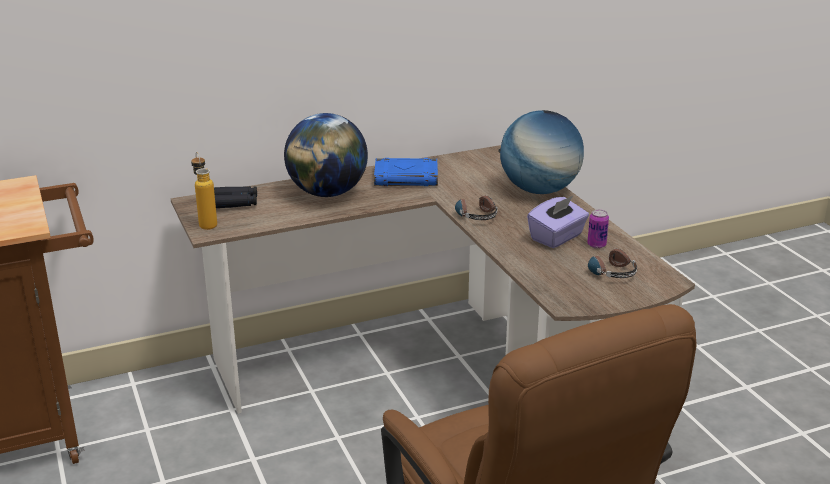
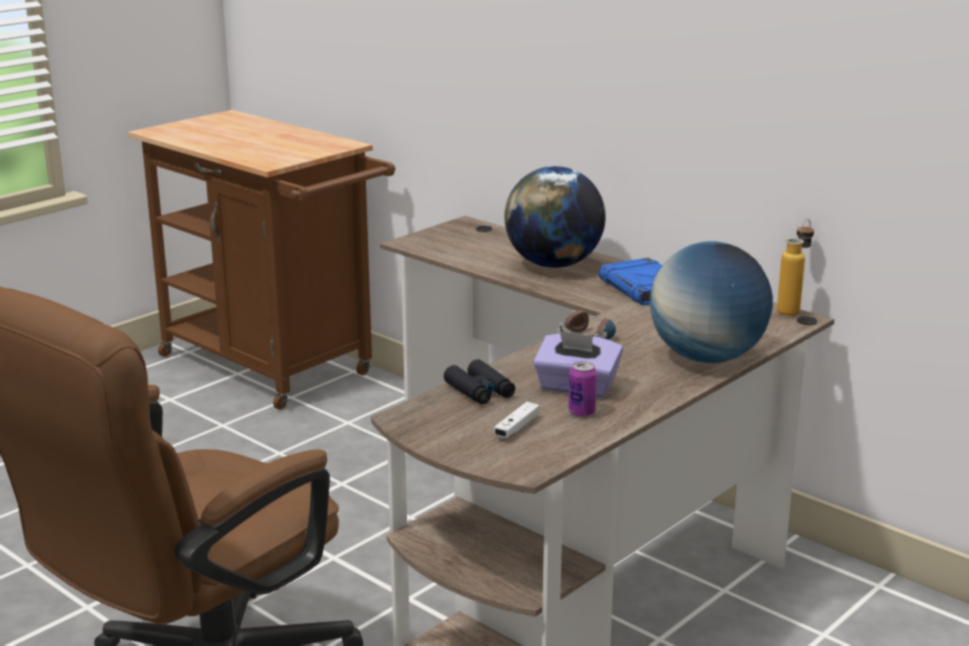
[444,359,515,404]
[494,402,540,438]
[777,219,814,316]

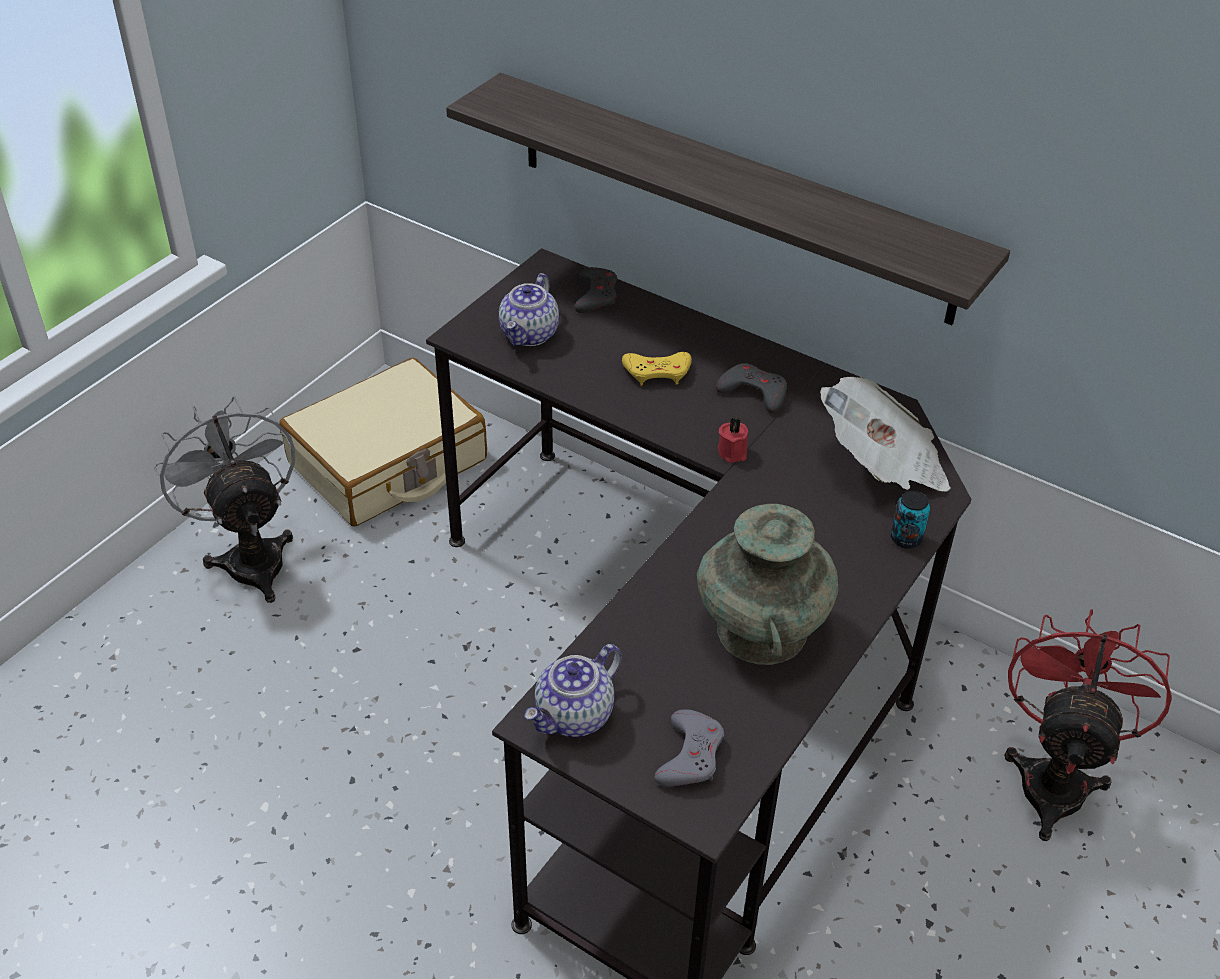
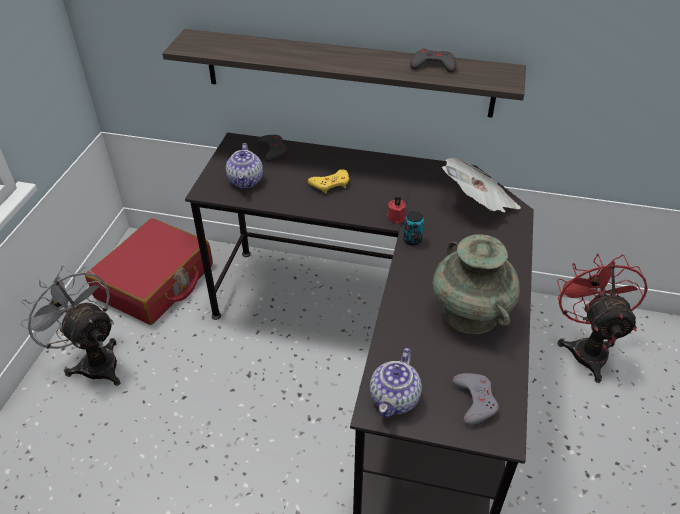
[85,218,213,325]
[403,211,424,245]
[410,48,456,73]

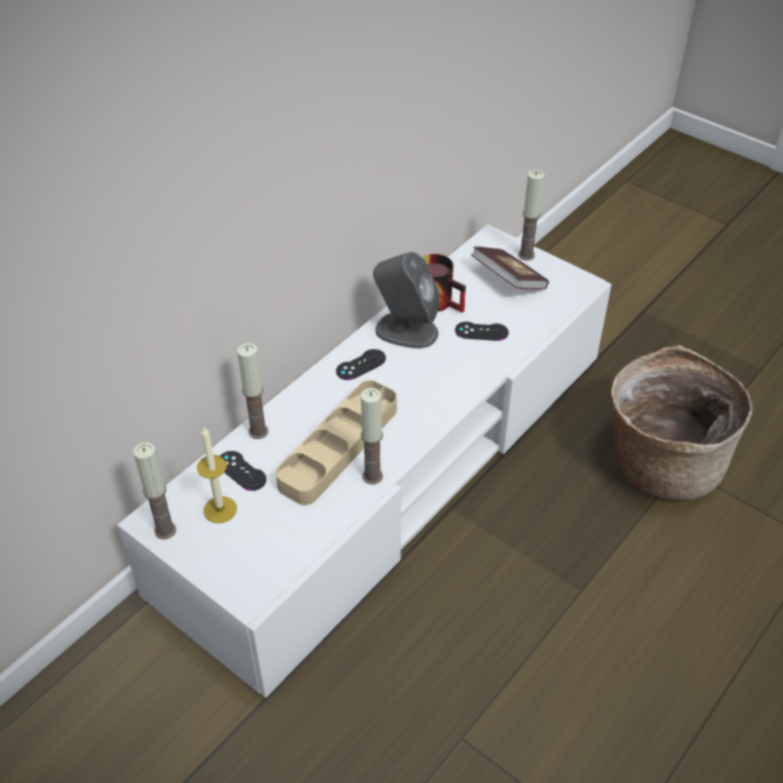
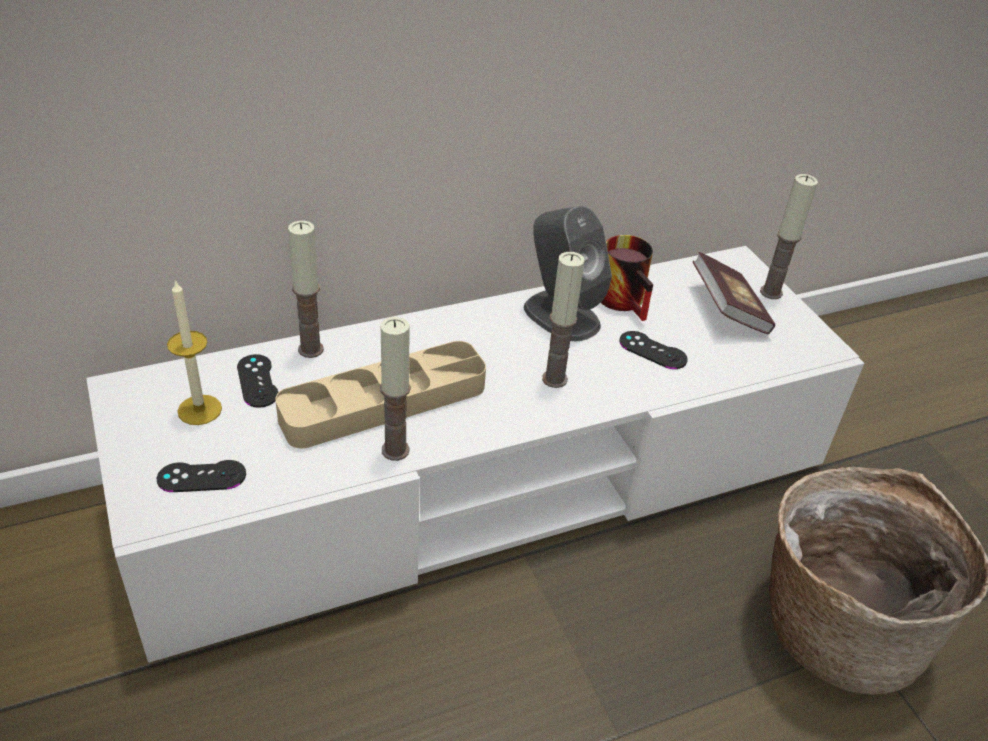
[157,460,246,492]
[542,252,585,388]

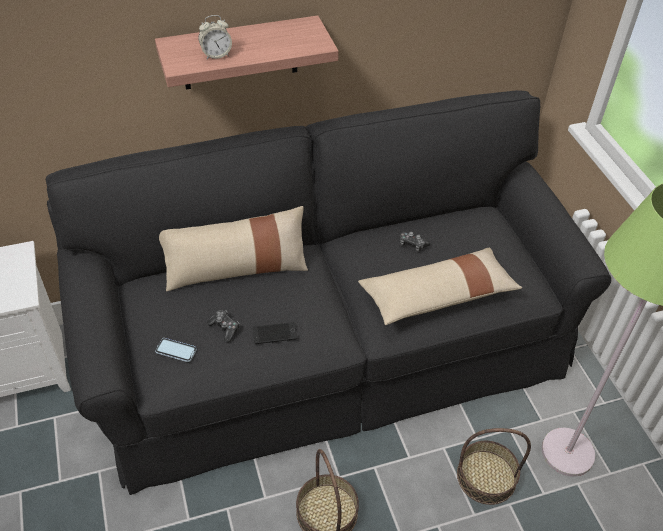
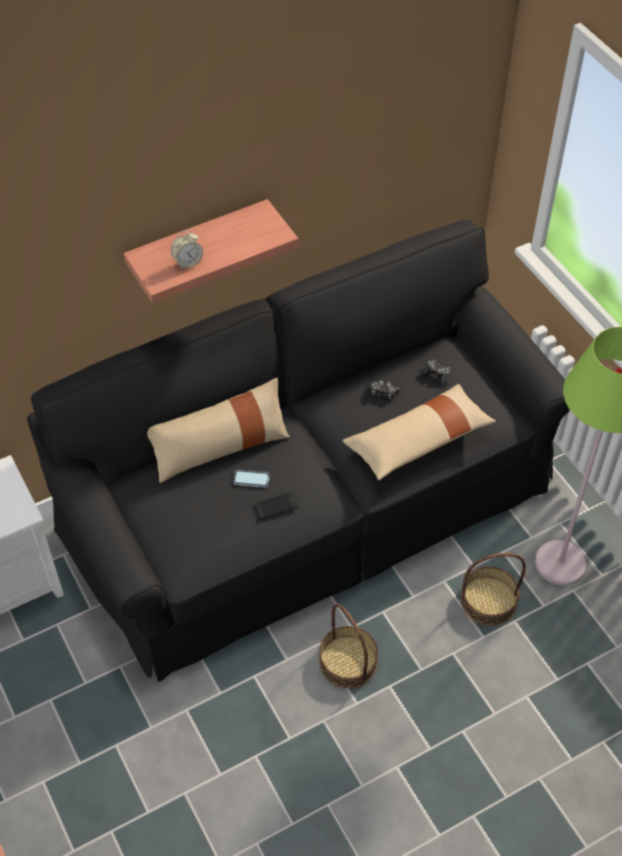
[233,470,270,488]
[420,360,451,386]

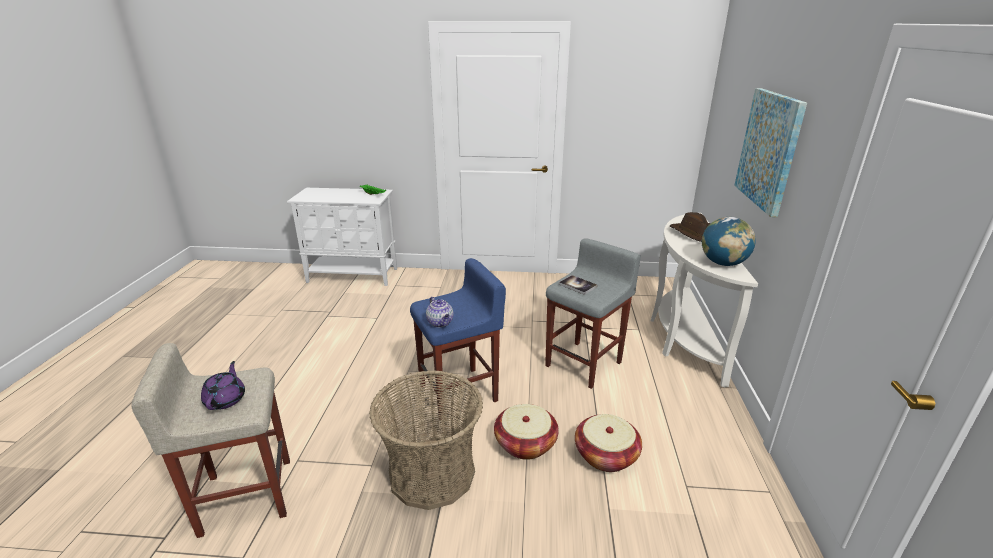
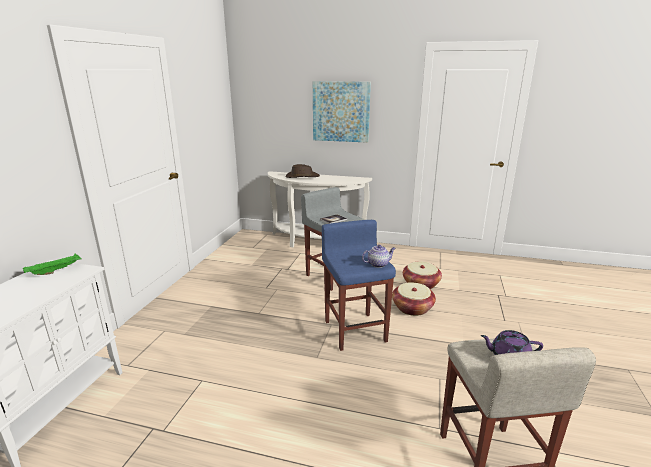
[369,370,483,510] (first image)
[702,217,756,266] (first image)

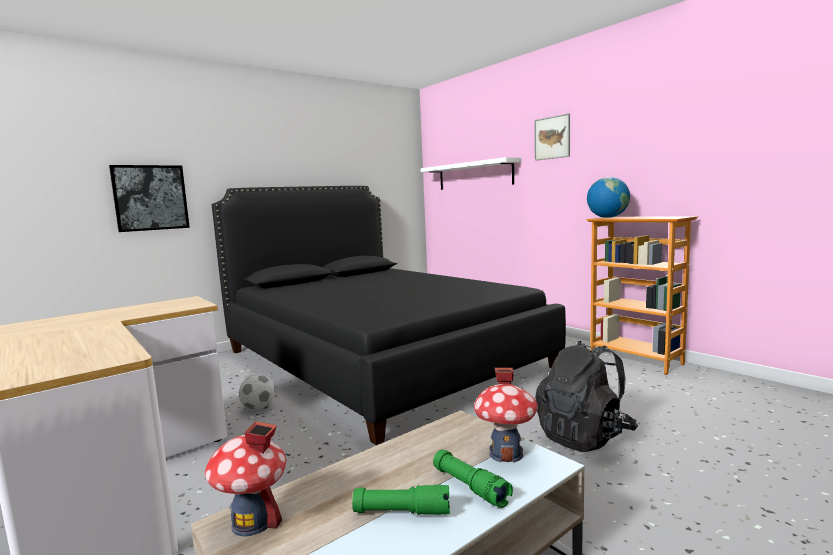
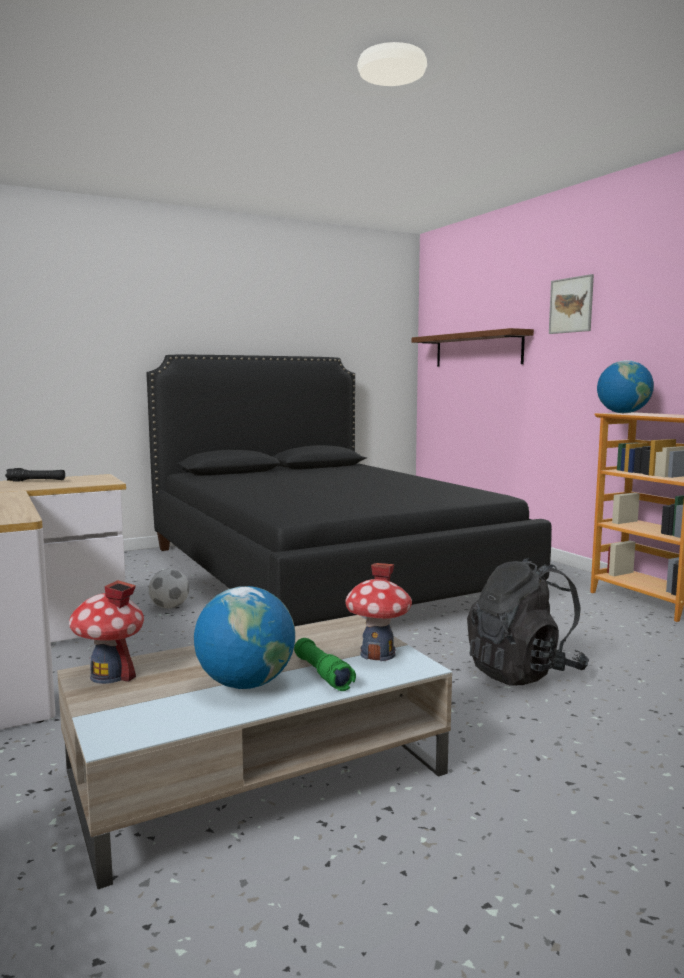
[5,468,65,482]
[194,586,295,689]
[412,328,534,366]
[109,165,190,232] (first image)

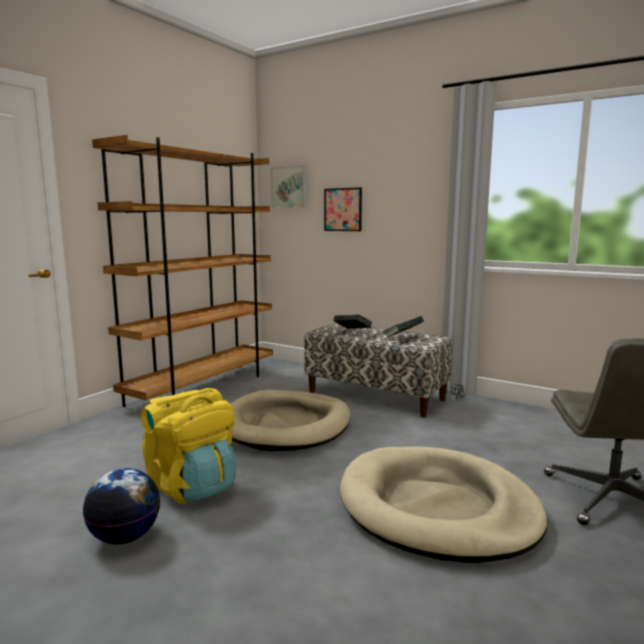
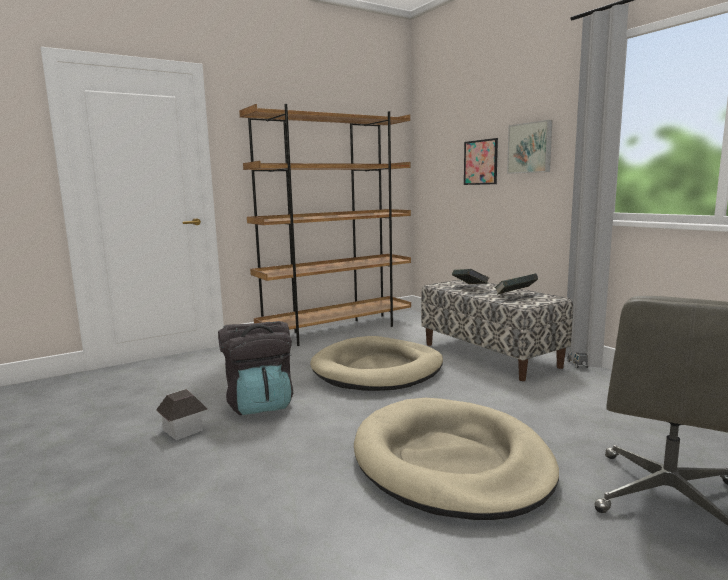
[156,389,207,440]
[218,321,293,415]
[507,120,552,174]

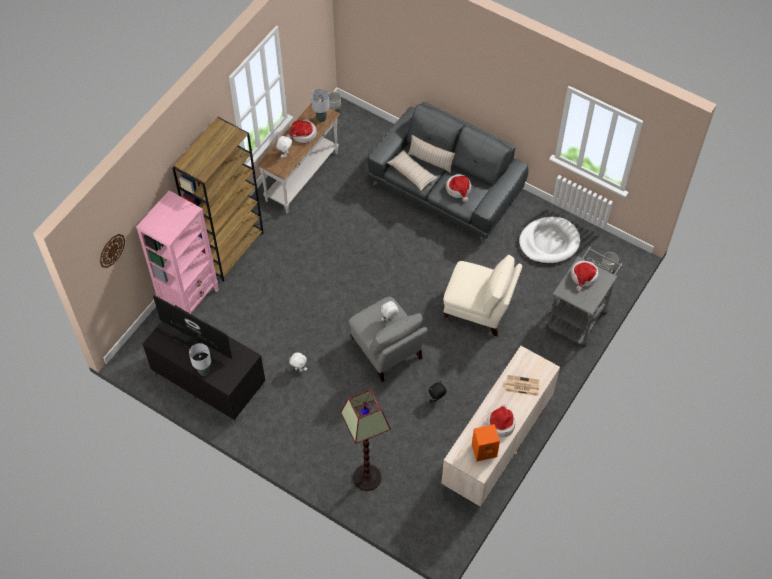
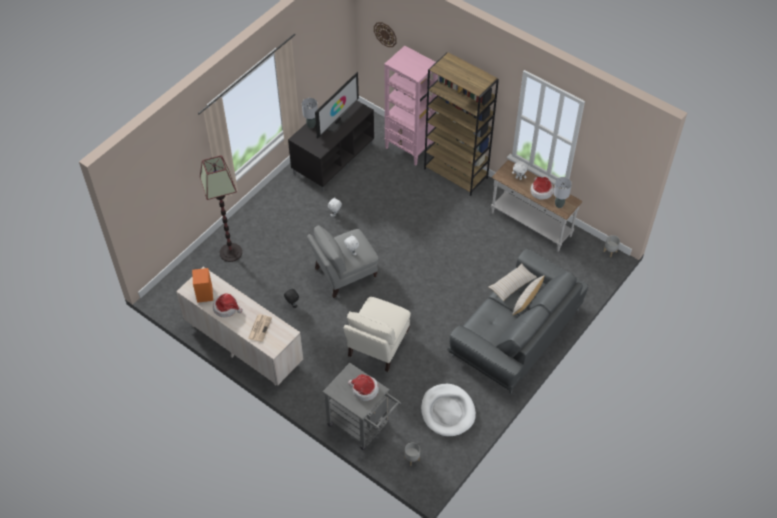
[446,174,471,202] (first image)

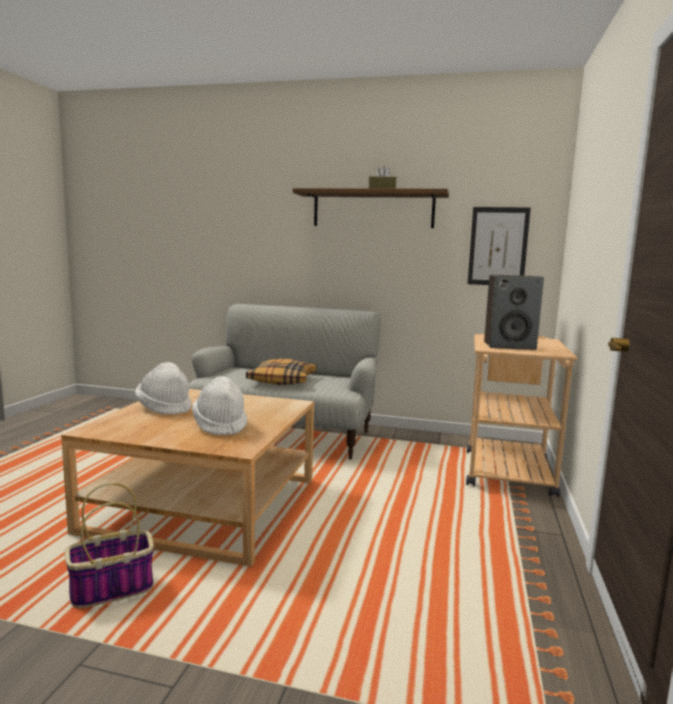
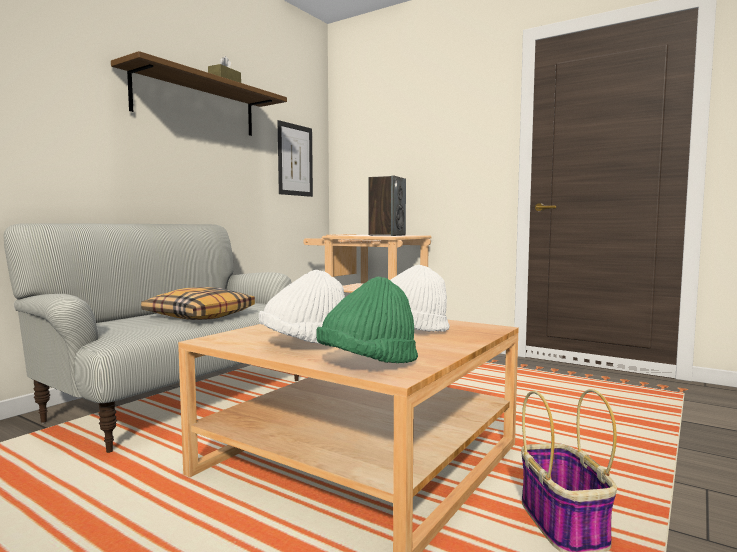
[316,277,418,363]

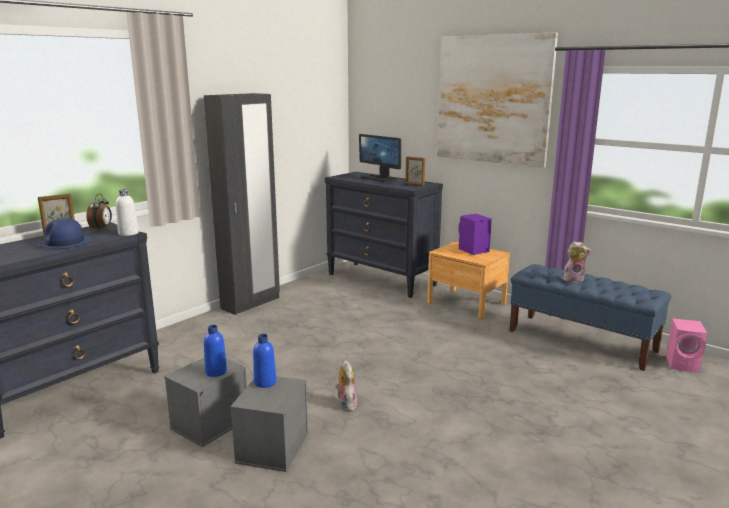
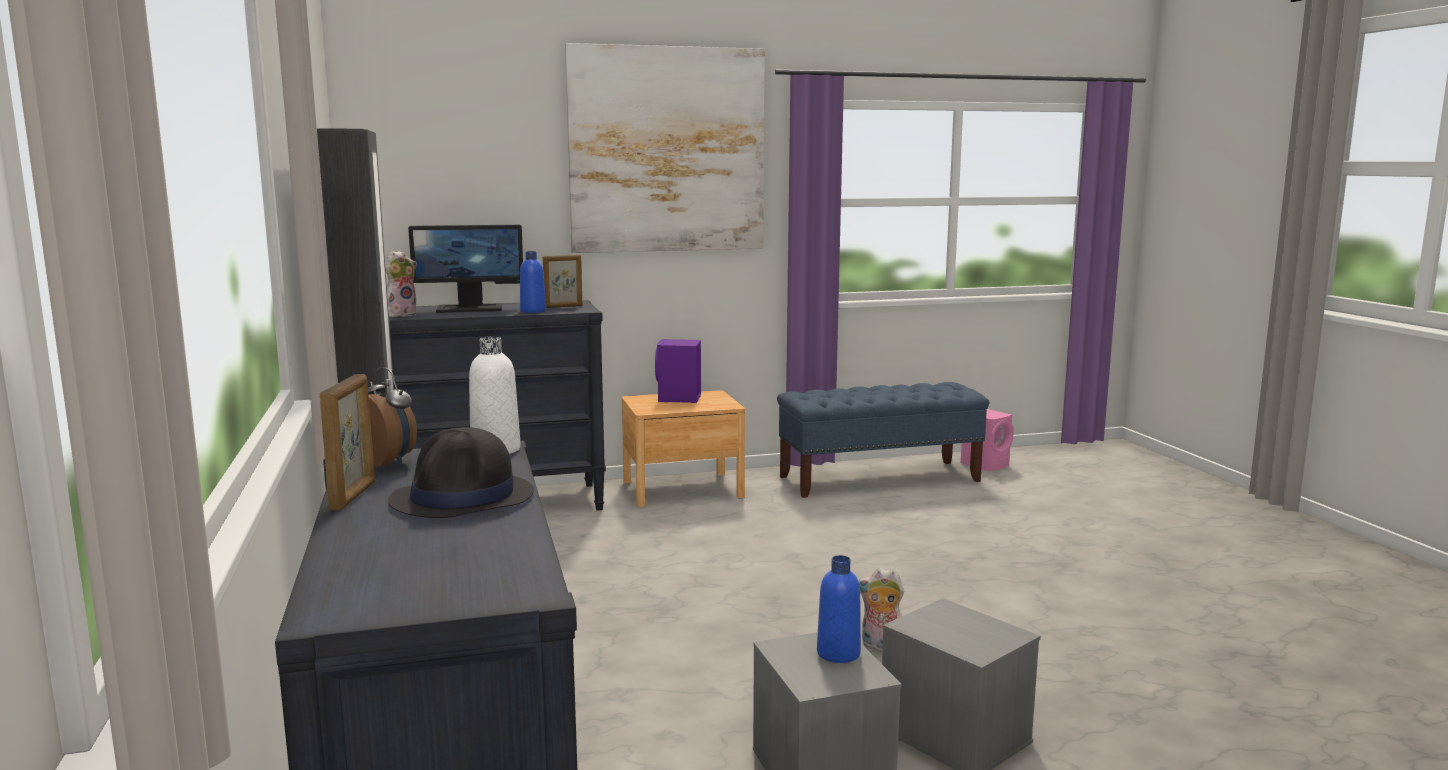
[385,250,417,317]
[388,427,534,518]
[520,251,546,313]

